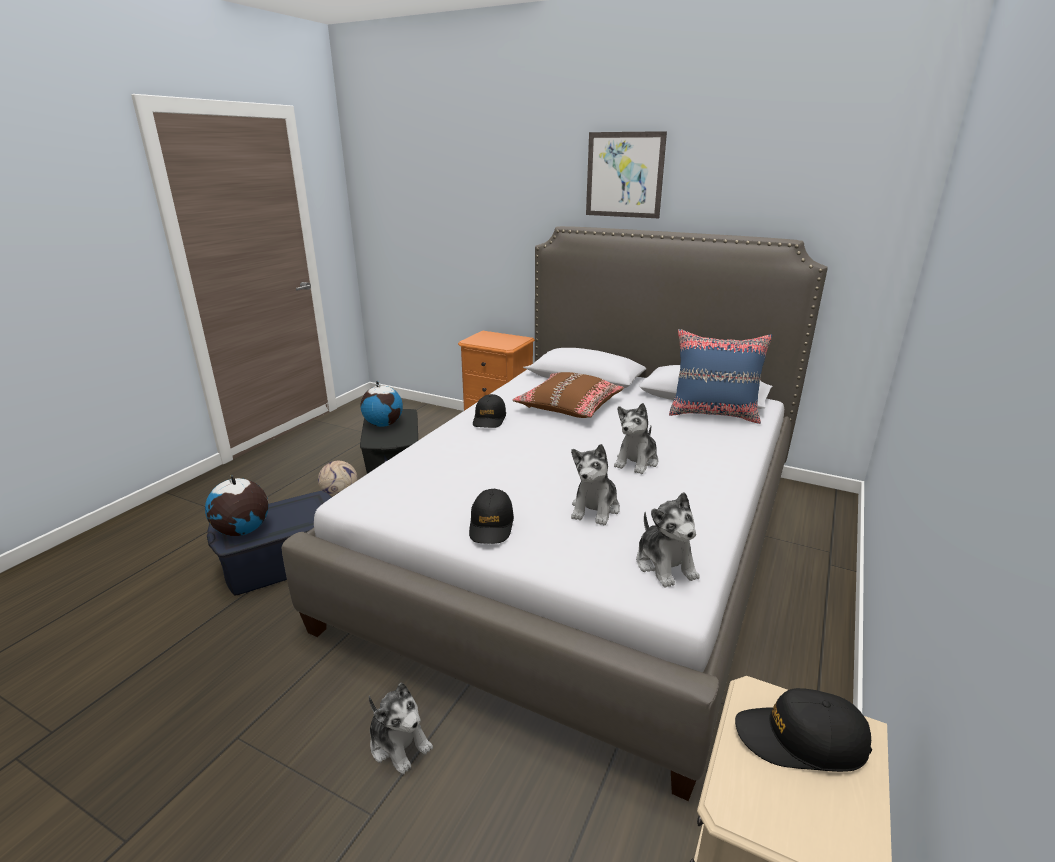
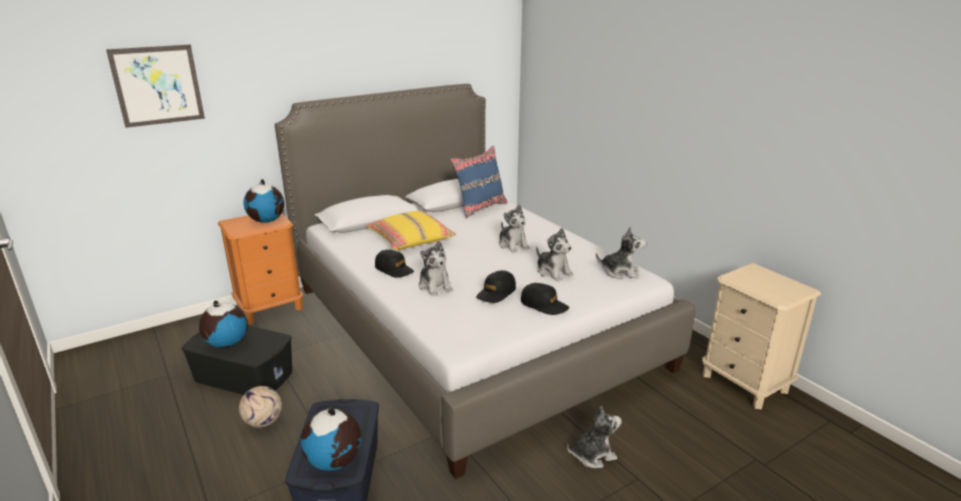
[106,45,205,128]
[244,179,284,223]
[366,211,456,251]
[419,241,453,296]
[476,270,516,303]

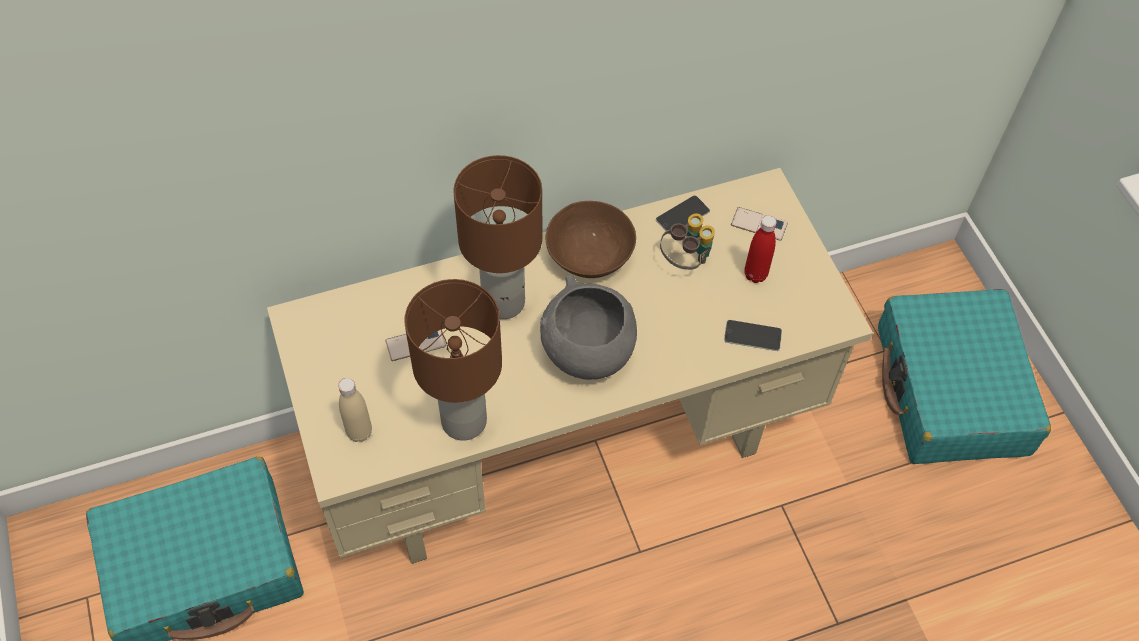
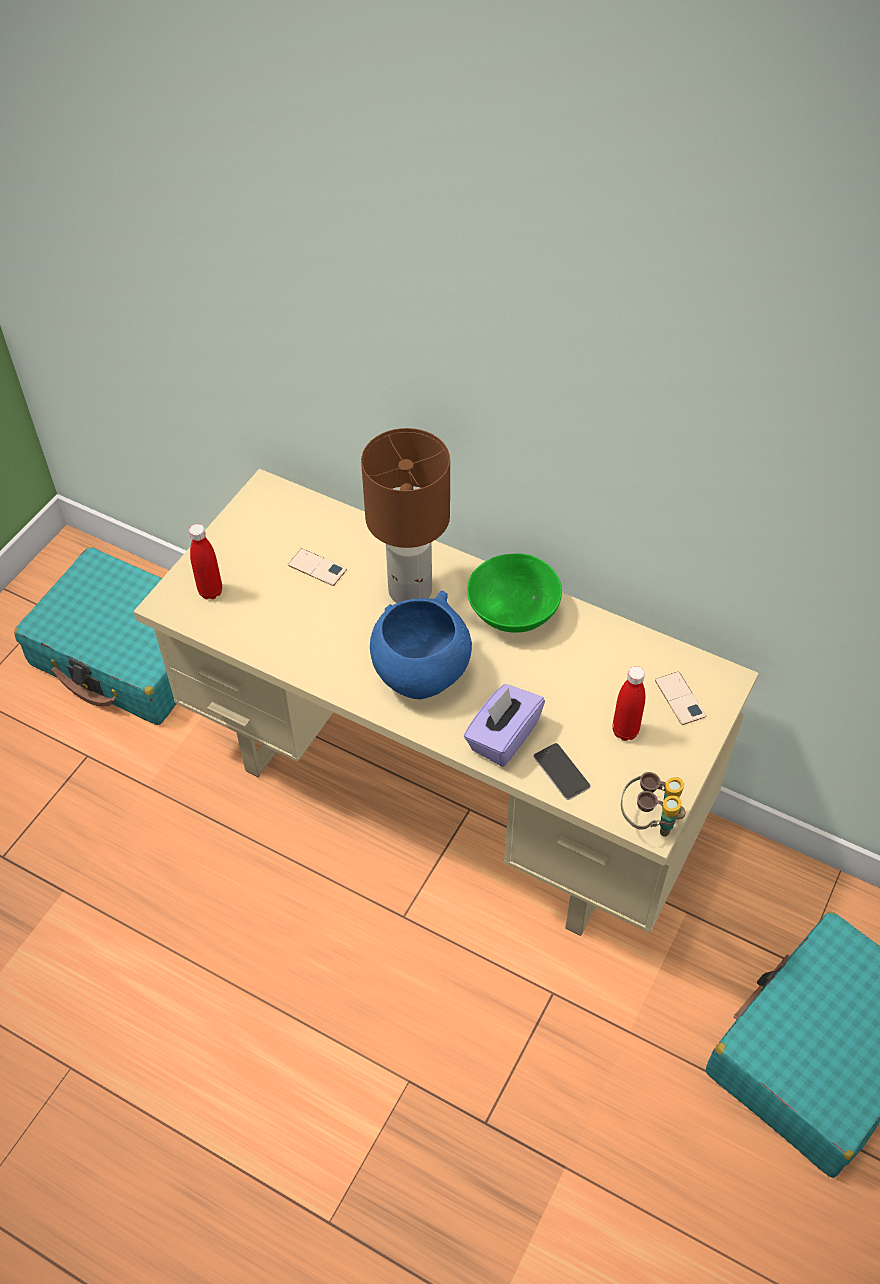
[189,524,222,599]
[370,591,472,699]
[464,684,545,767]
[467,553,562,633]
[621,772,686,837]
[404,279,502,441] (first image)
[656,195,710,235] (first image)

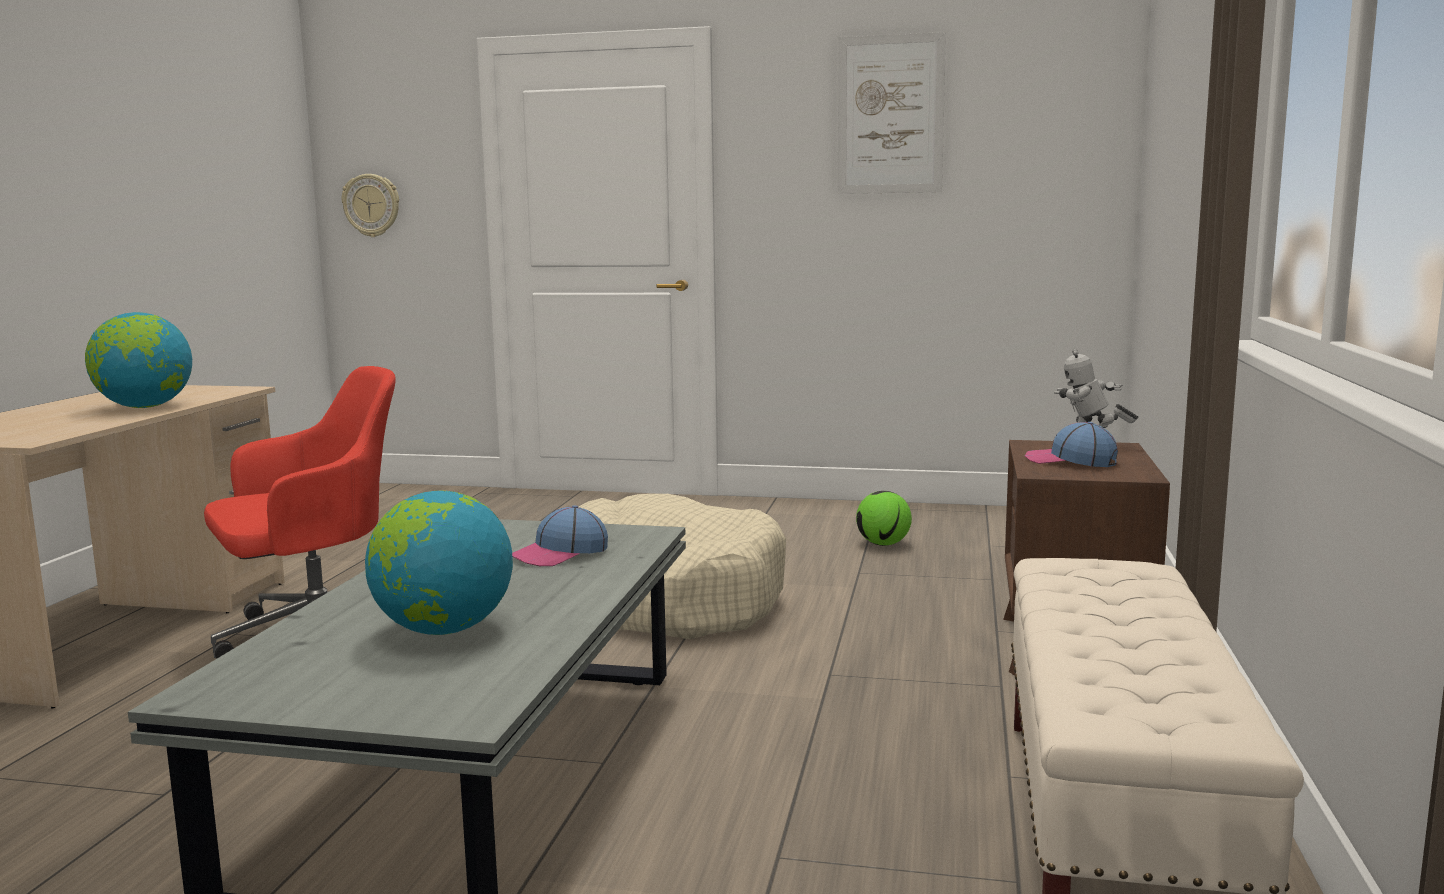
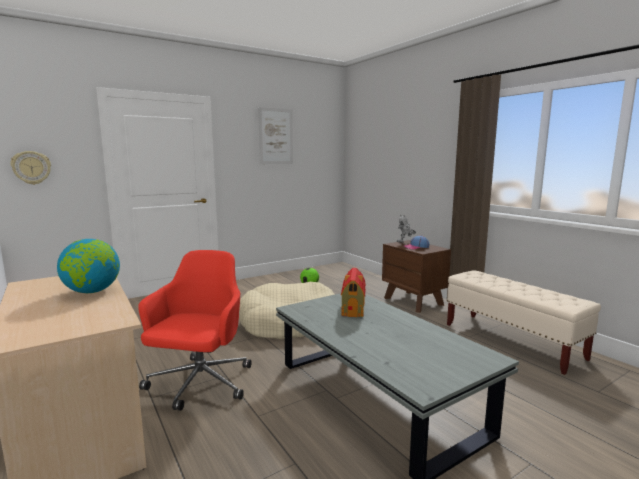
[341,268,366,317]
[365,491,513,635] (first image)

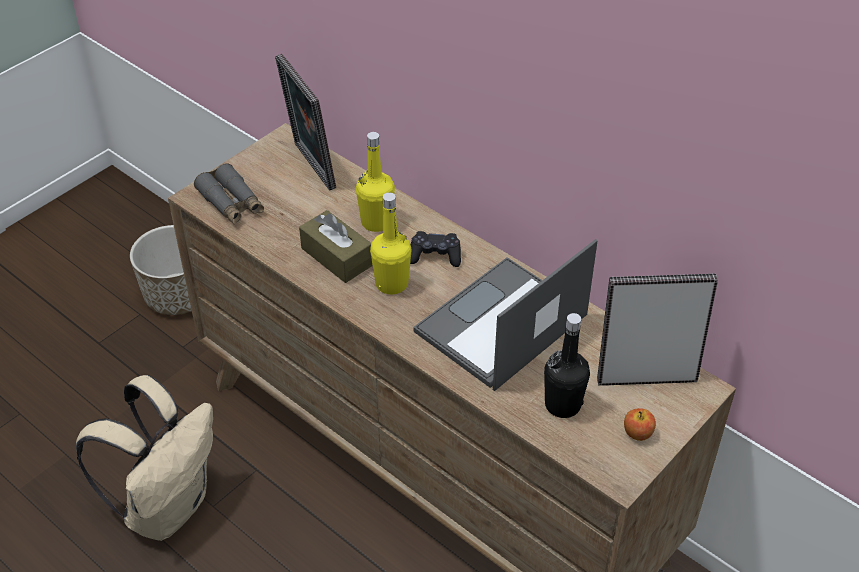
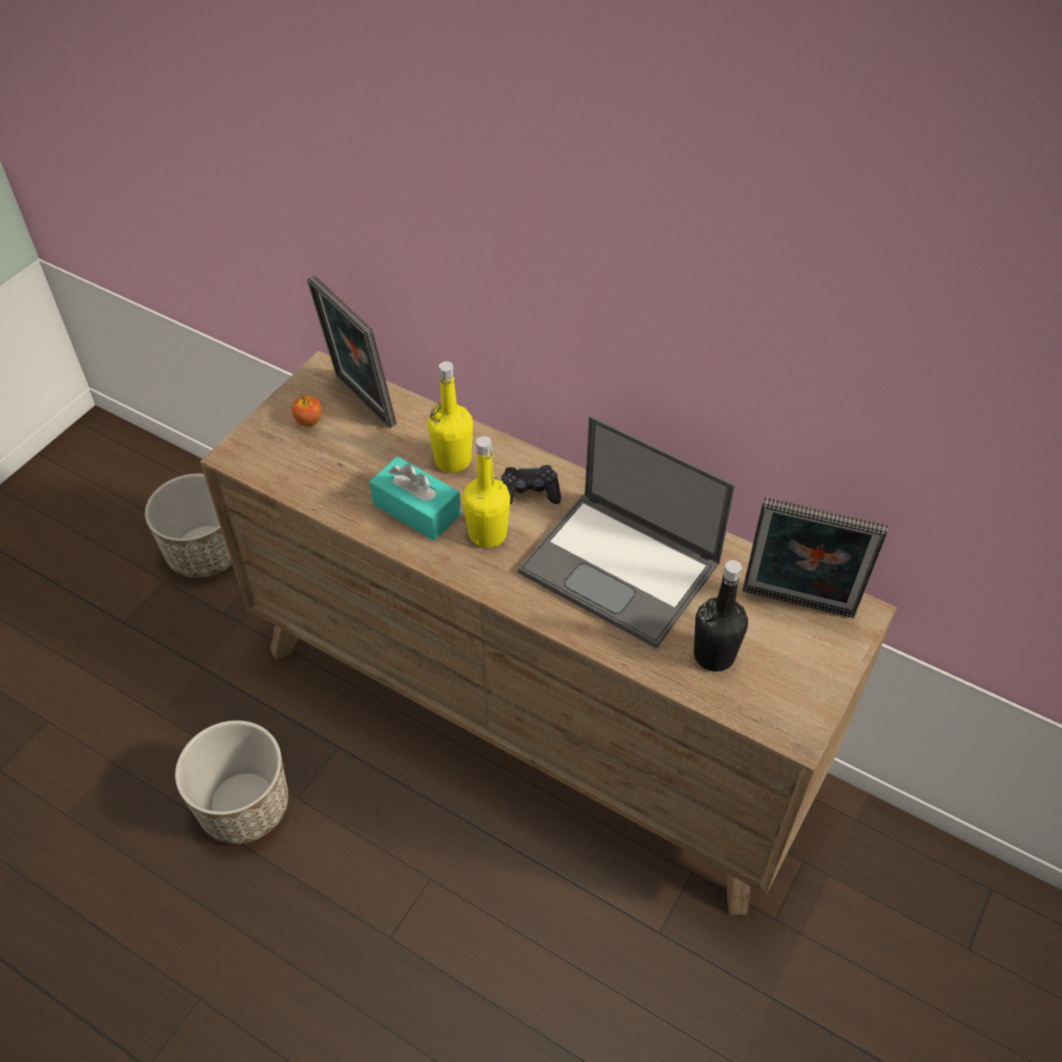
[175,720,289,844]
[292,396,322,427]
[369,456,461,541]
[518,416,735,649]
[742,497,888,618]
[194,163,264,225] (first image)

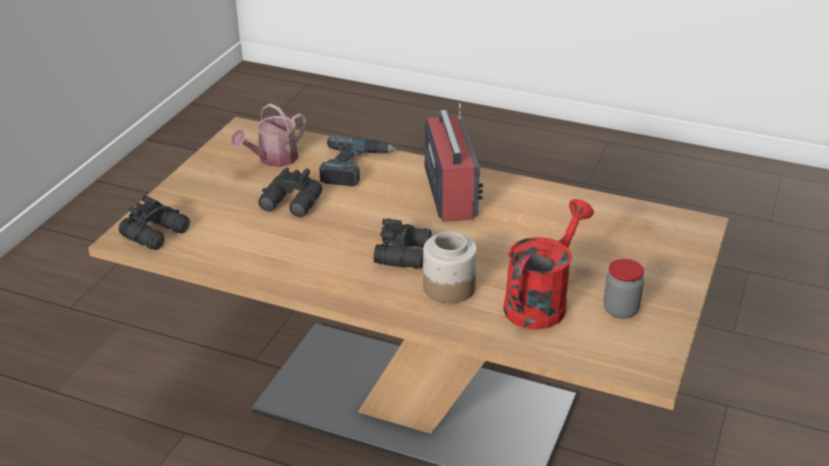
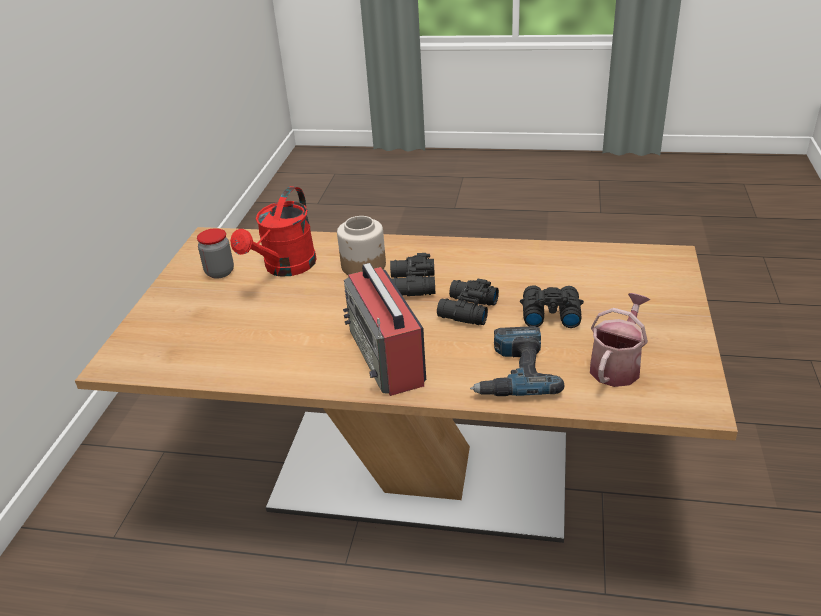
[437,279,499,325]

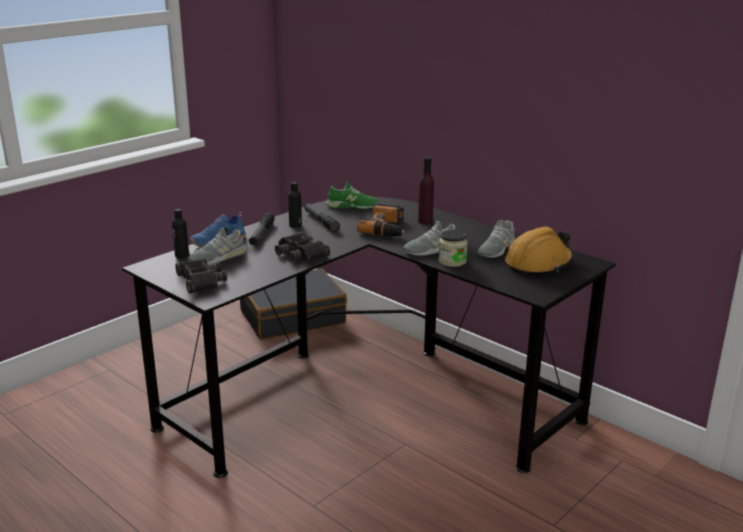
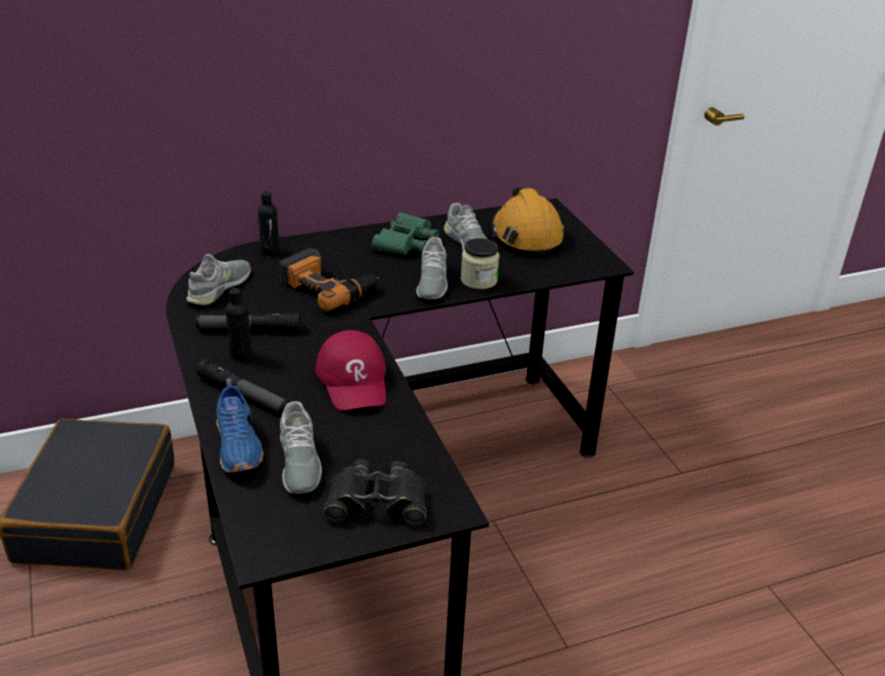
[186,254,251,305]
[258,192,279,256]
[316,330,386,411]
[372,212,439,255]
[418,157,434,224] (first image)

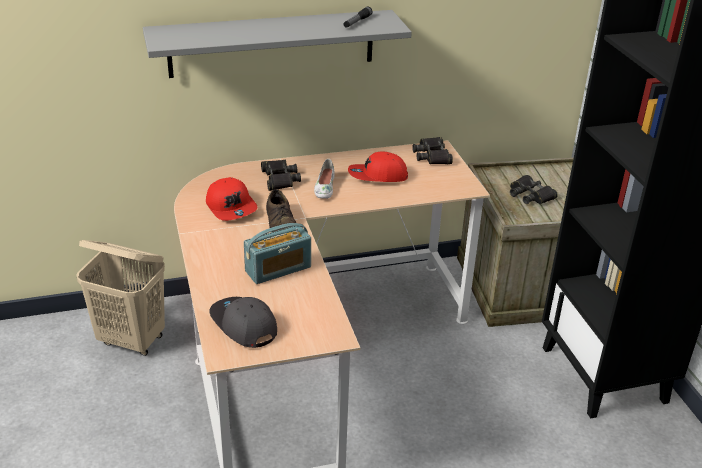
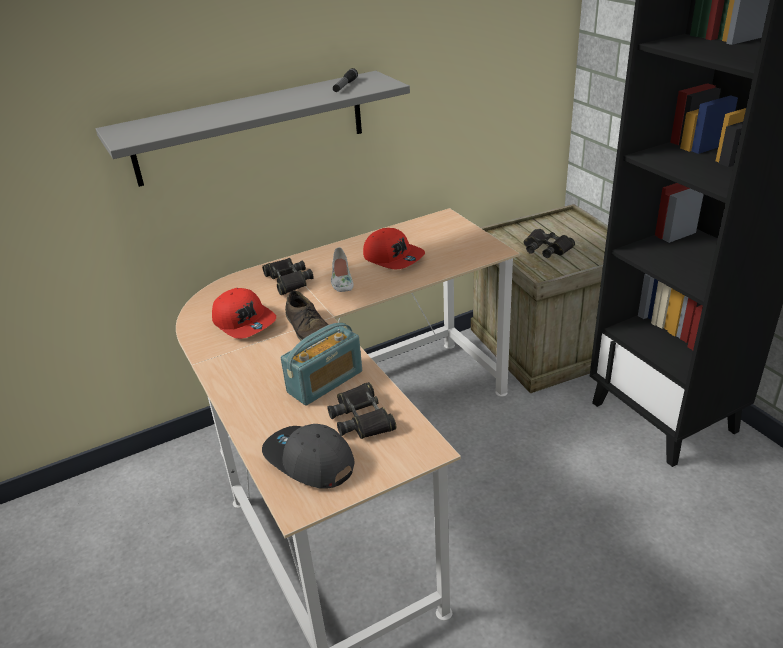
[328,382,396,439]
[363,228,425,269]
[76,240,165,356] (first image)

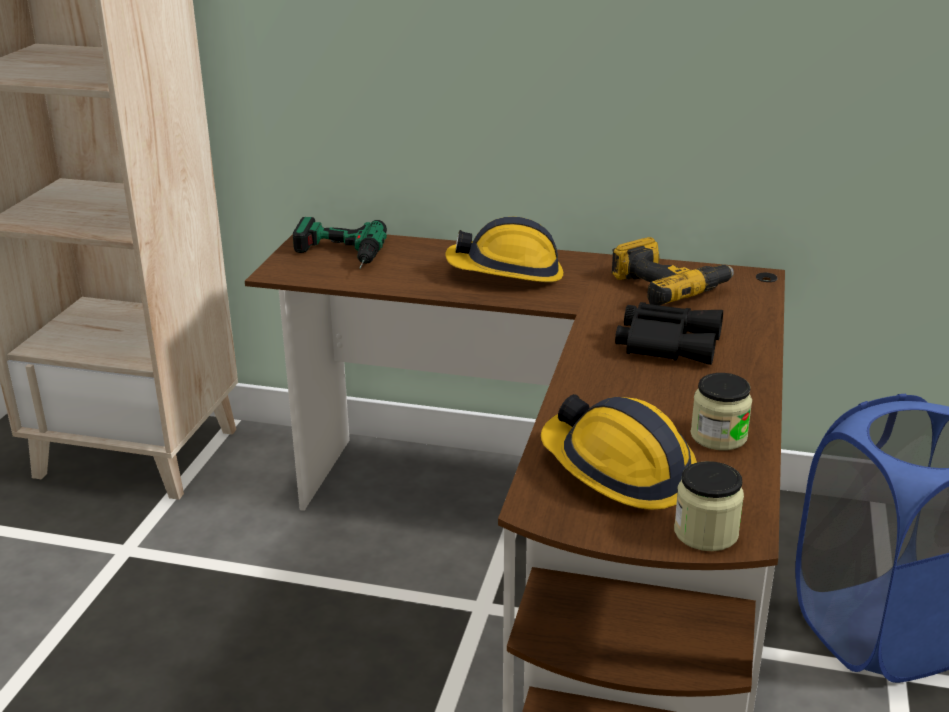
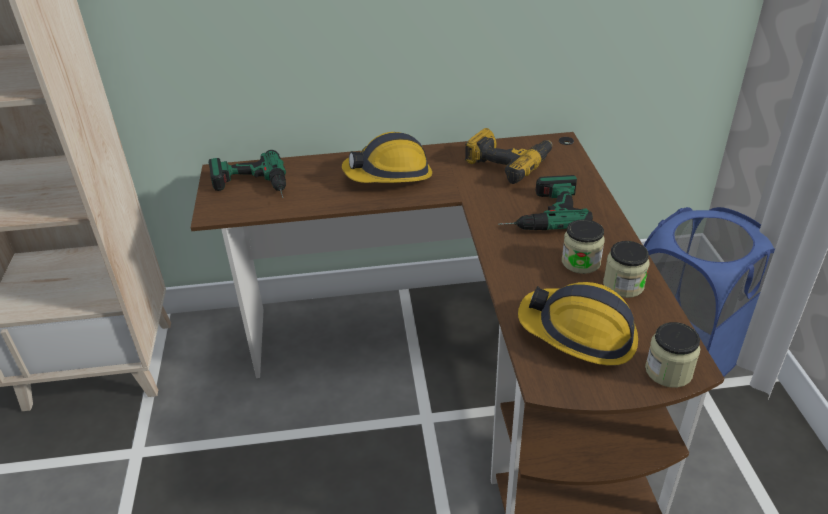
[498,175,593,230]
[562,219,605,274]

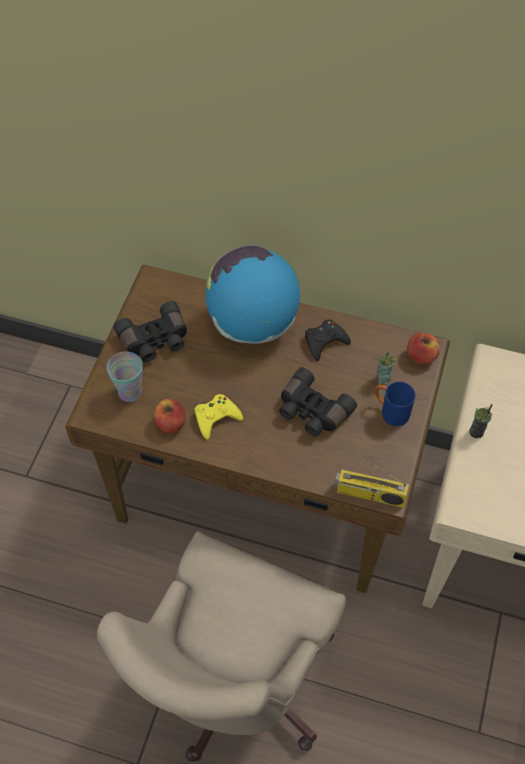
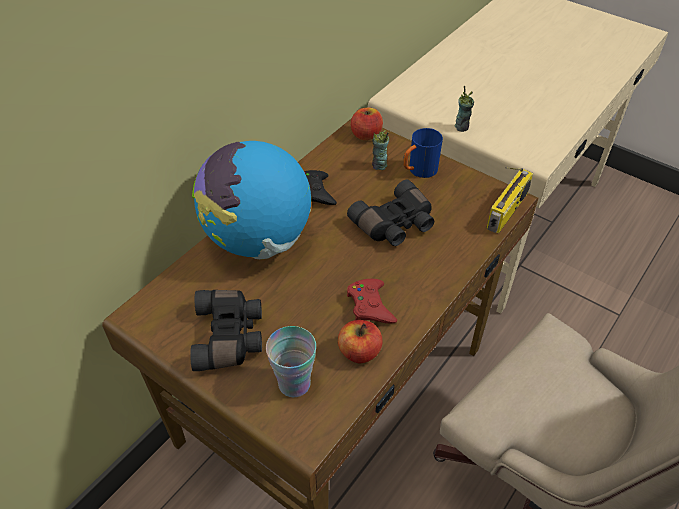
[347,279,397,324]

